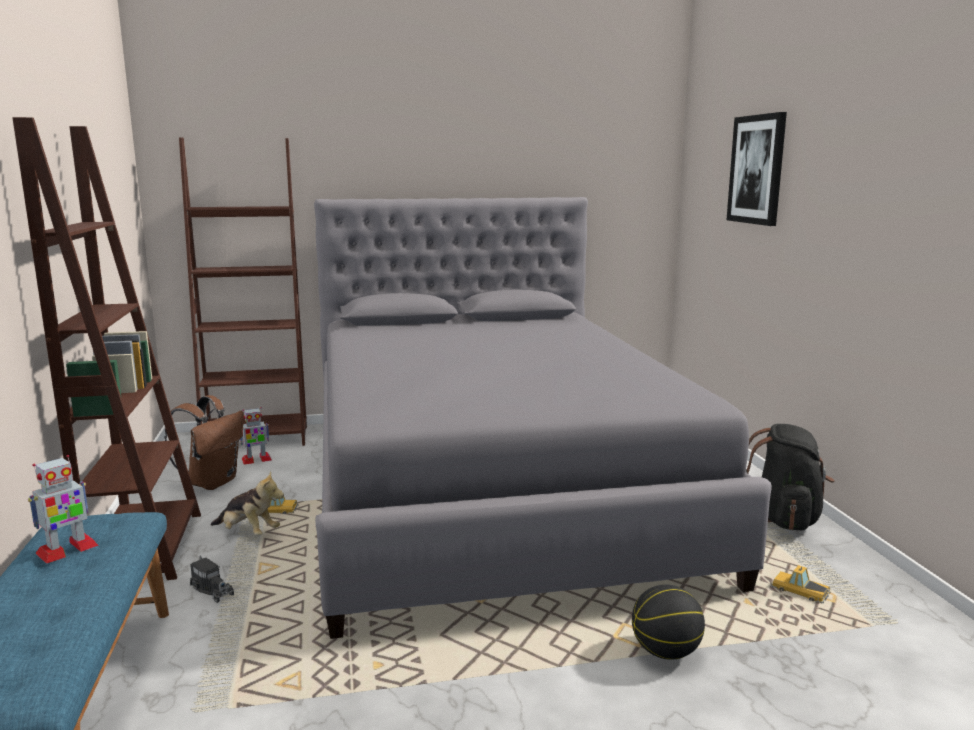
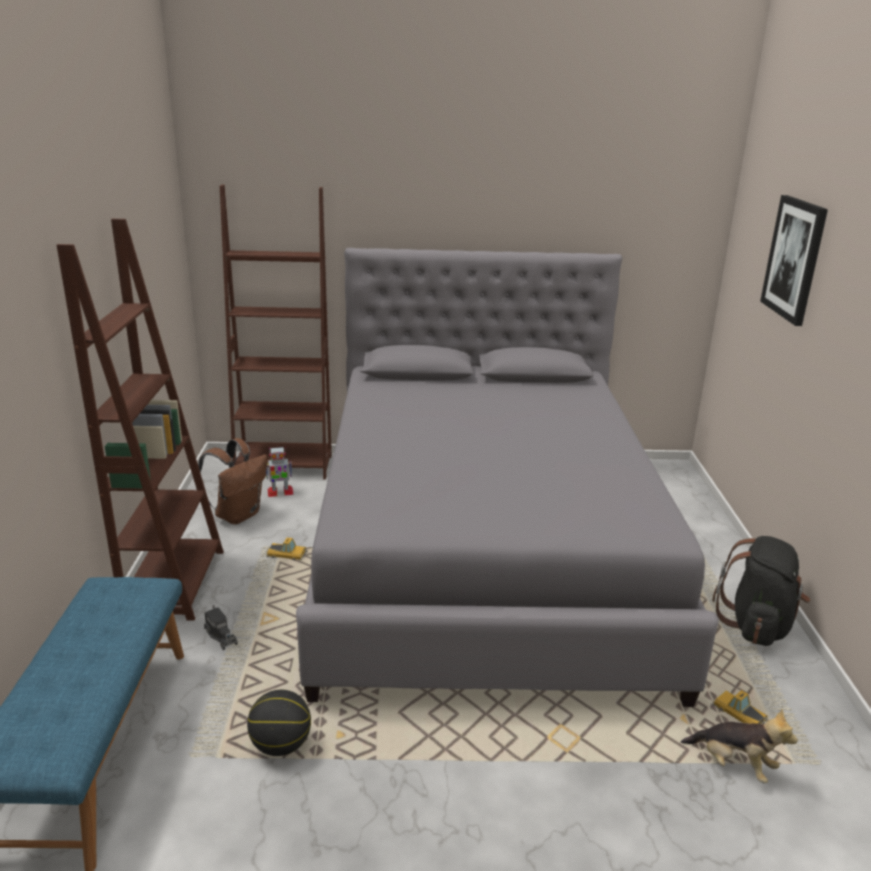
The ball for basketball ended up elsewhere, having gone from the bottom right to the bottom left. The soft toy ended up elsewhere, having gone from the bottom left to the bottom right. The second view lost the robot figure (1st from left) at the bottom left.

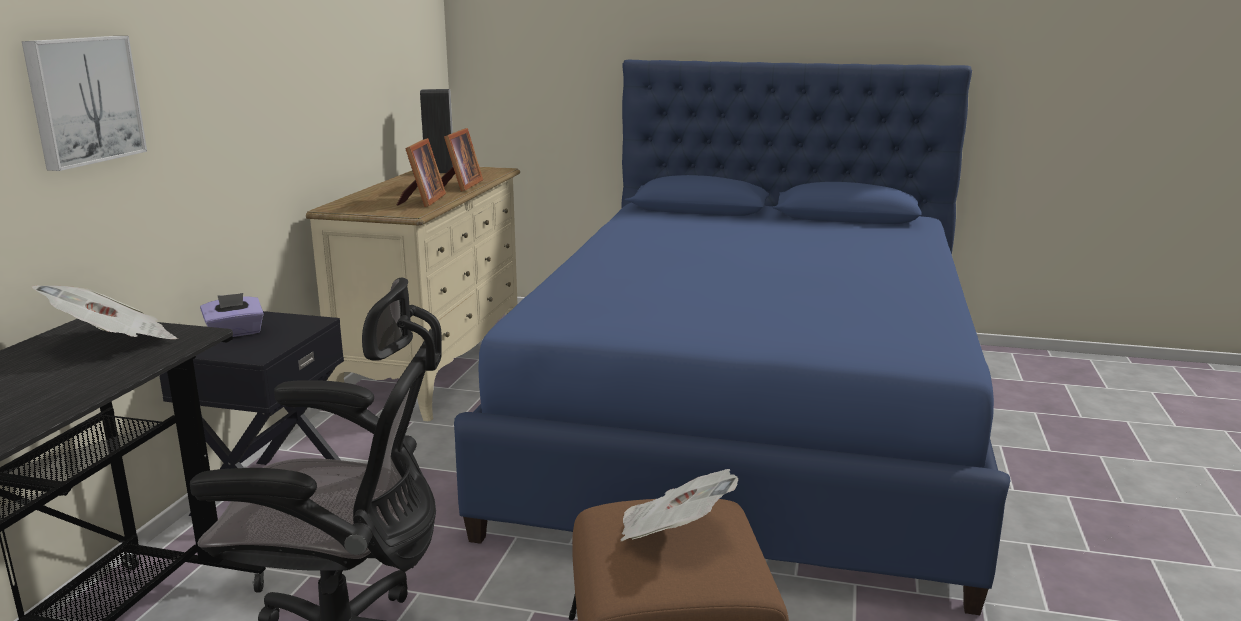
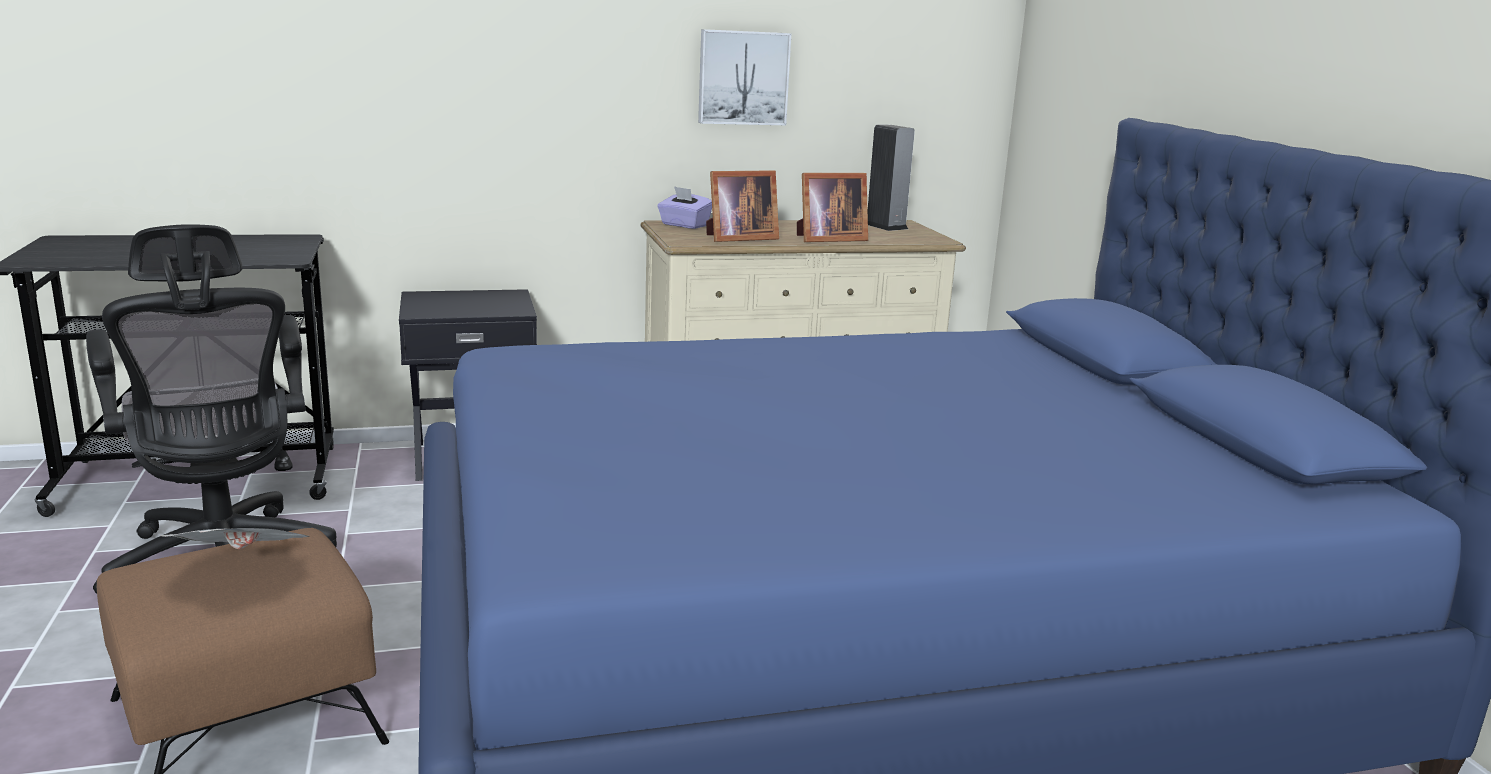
The purple tissue holder ended up elsewhere, having gone from the middle left to the top centre. The wall art ended up elsewhere, having gone from the top left to the top centre. The second view lost the daily paper (1st from left) at the middle left.

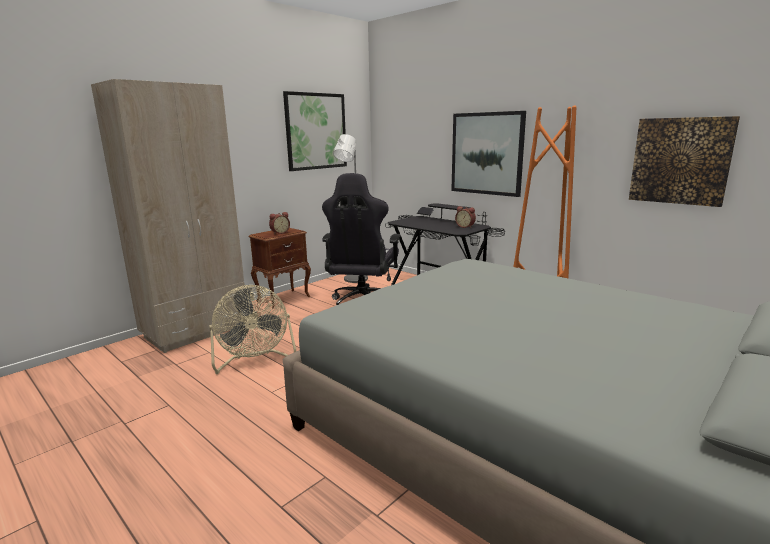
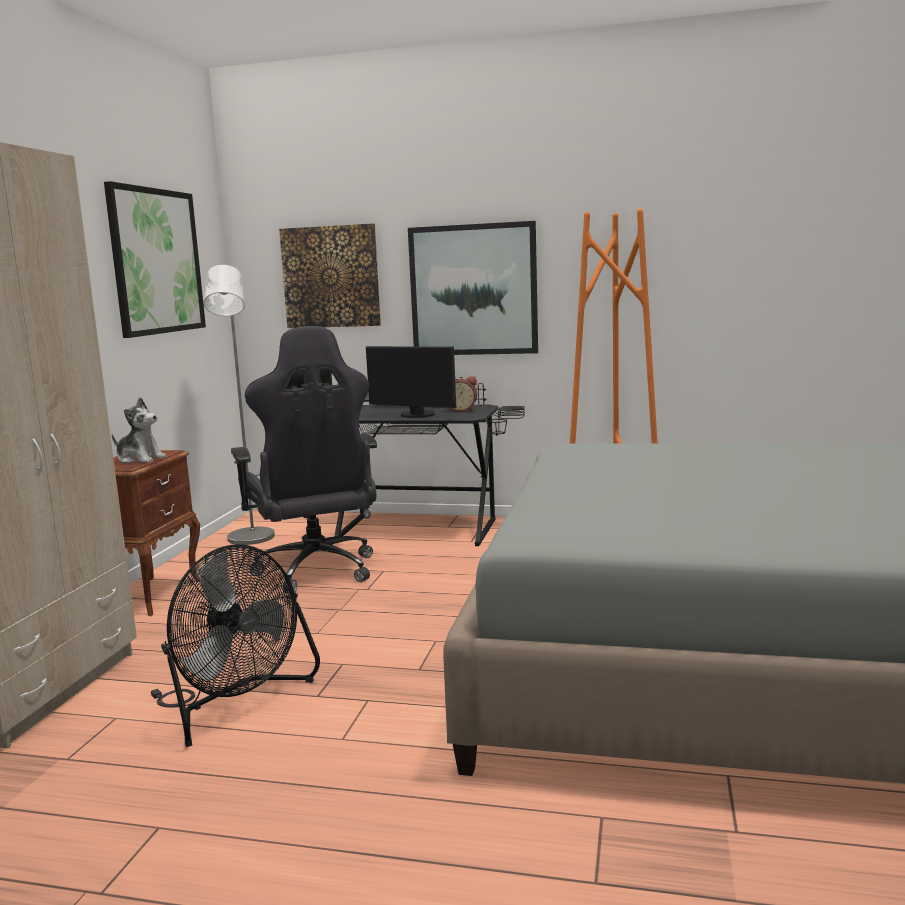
Where the table clock (1st from left) stood at the centre, the soft toy came to stand at the middle left. What was the beige-coloured electric fan at the middle left turned into the blackish electric fan at the bottom left. The wall art (3rd from left in the first image) ended up elsewhere, having gone from the top right to the top centre. The second view gained the computer display at the centre.

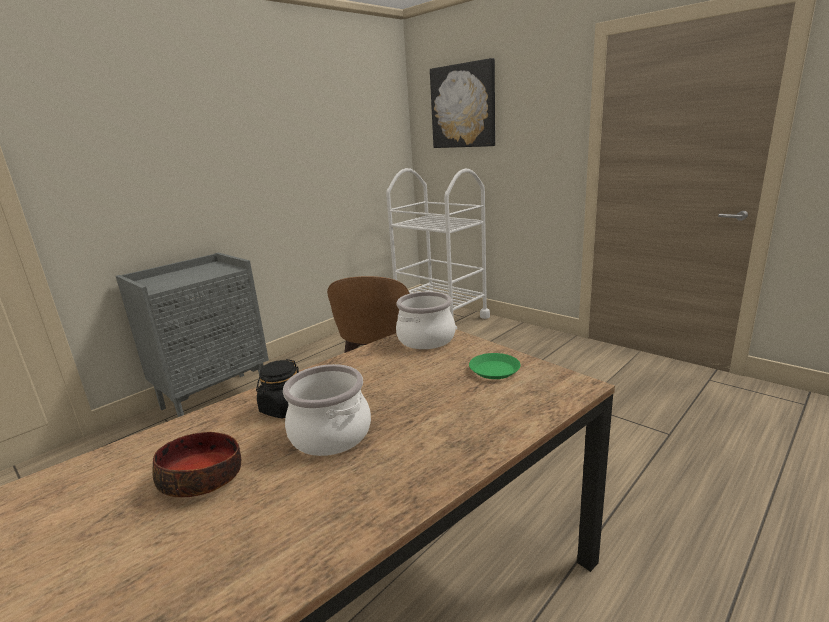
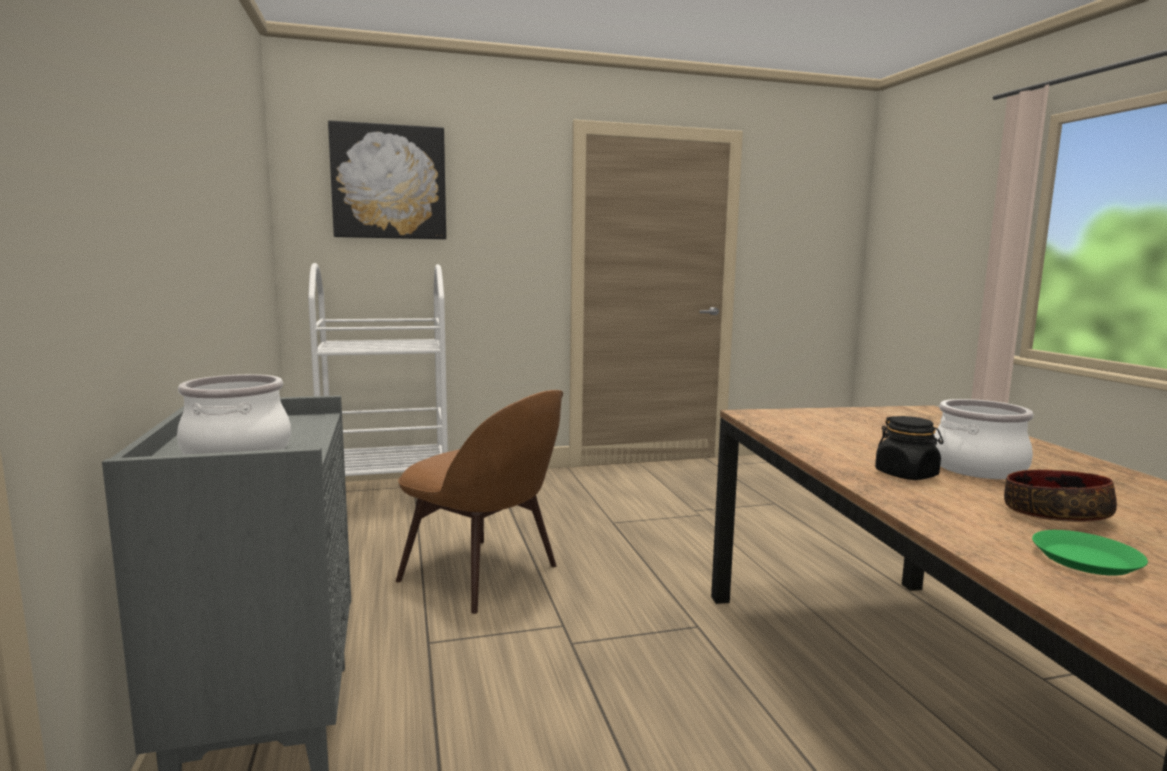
The saucepot (2nd from left in the first image) ended up elsewhere, having gone from the centre to the middle left. The greenish plate ended up elsewhere, having gone from the centre to the bottom right.

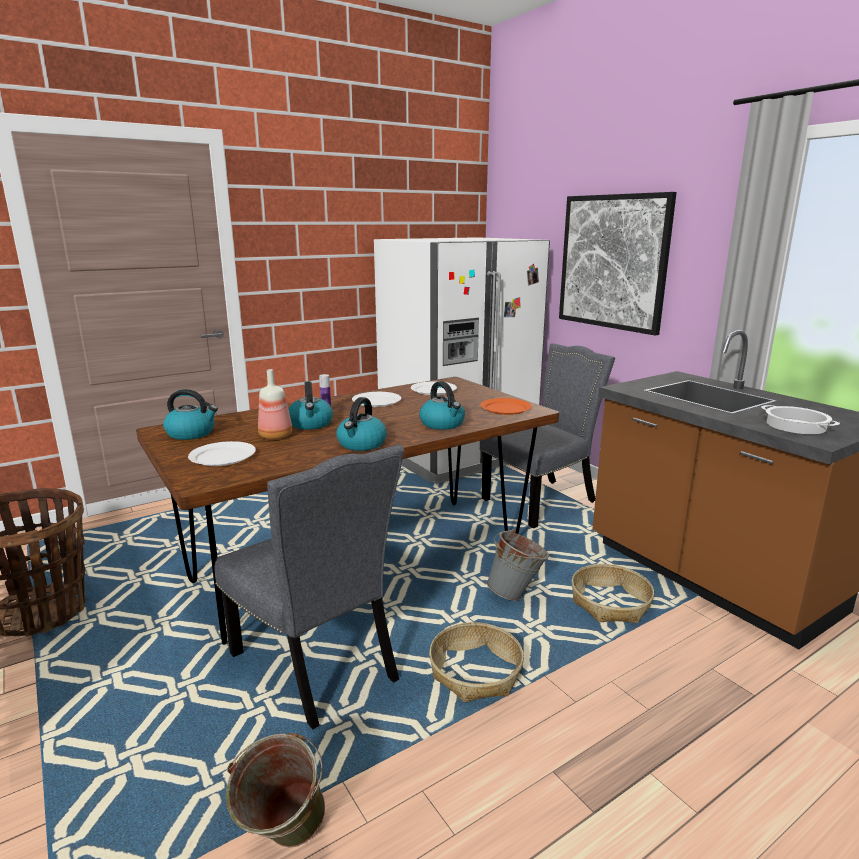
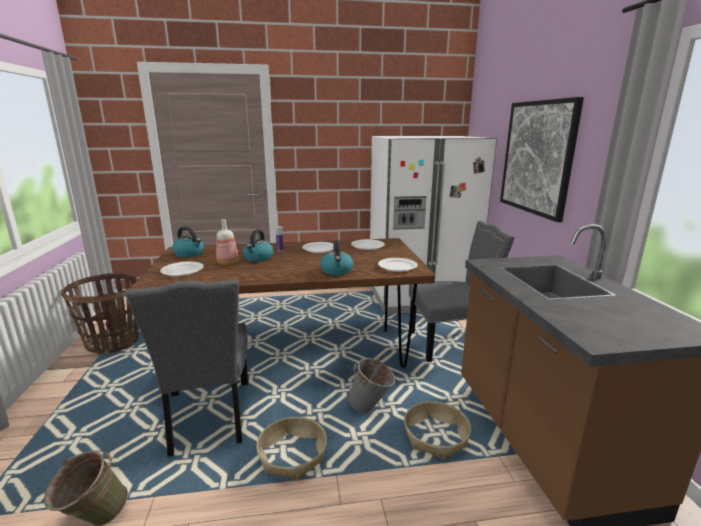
What was the orangey plate at the centre turned into the white-coloured plate (4th from left) at the centre. The second view lost the tea kettle (3rd from left) at the centre. The second view lost the saucepot at the middle right.

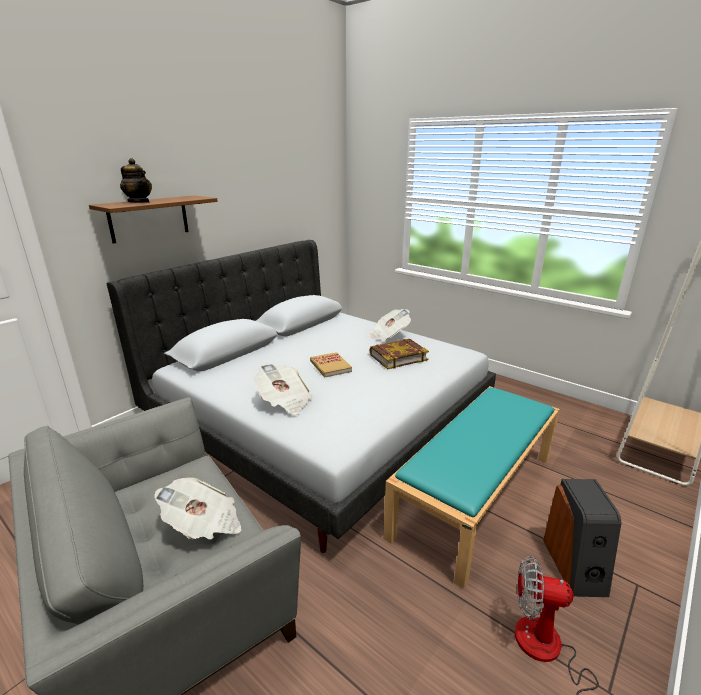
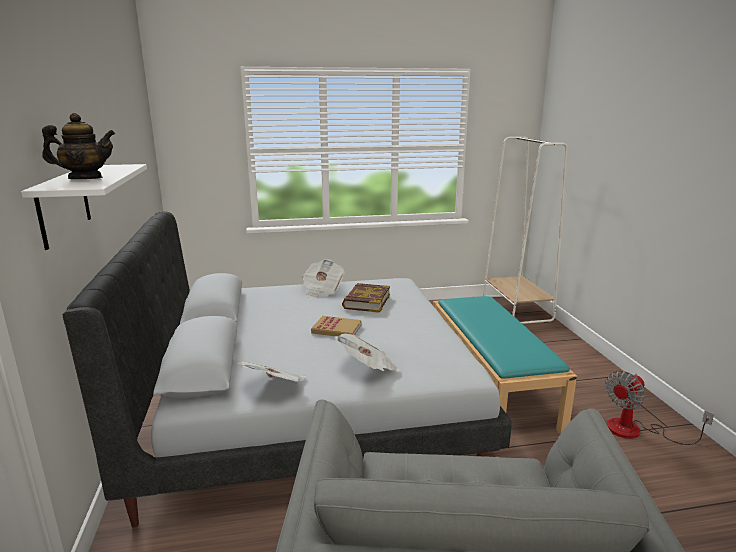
What was the brown wall shelf at the top left turned into the white-coloured wall shelf at the middle left. The daily paper (1st from left) ended up elsewhere, having gone from the bottom left to the bottom centre. The second view lost the speaker at the bottom right.

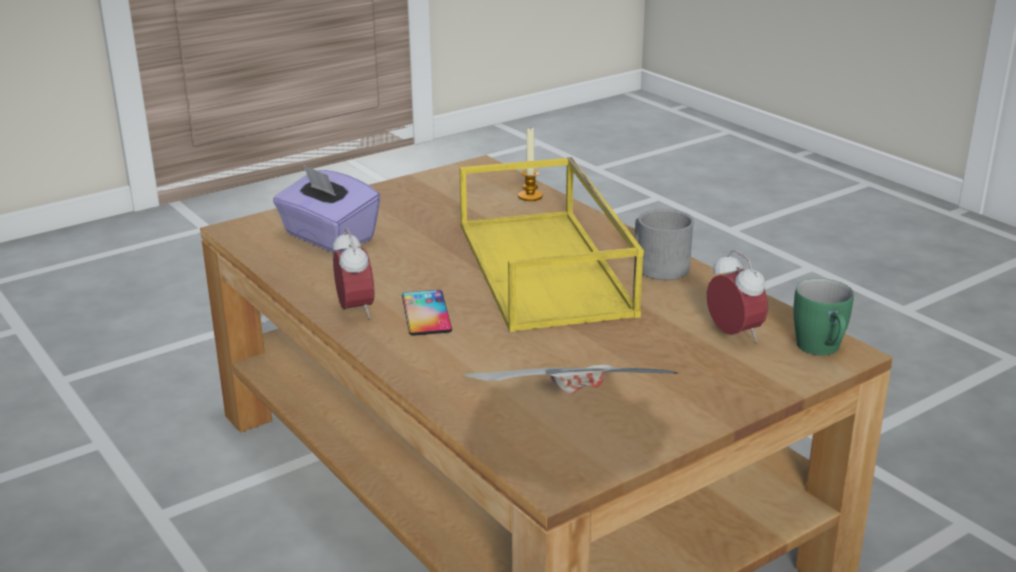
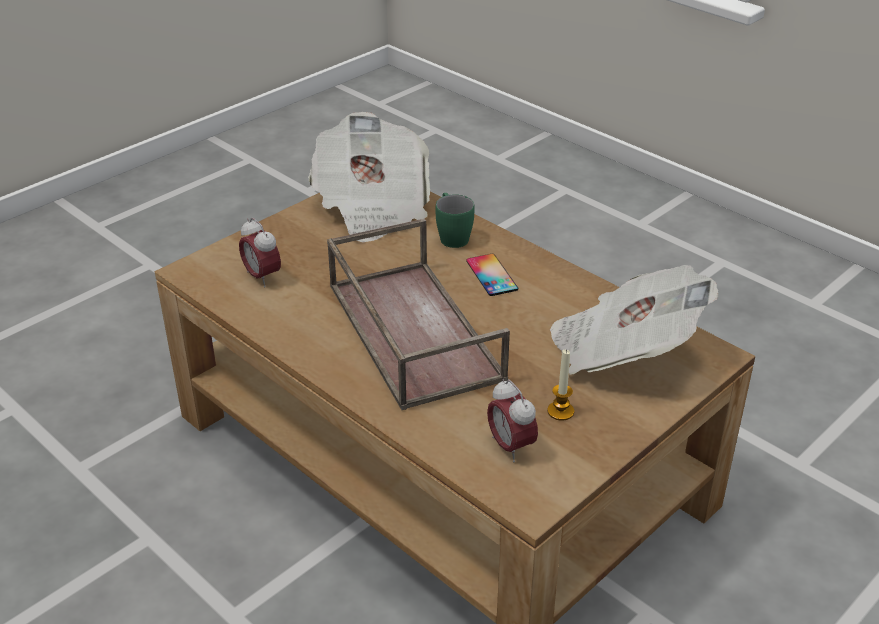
What was the yellow carrying tray at the centre turned into the brown carrying tray at the centre. The greenish coffee mug ended up elsewhere, having gone from the middle right to the centre. The table clock (1st from left in the first image) ended up elsewhere, having gone from the centre to the bottom centre. The wax candle ended up elsewhere, having gone from the top centre to the centre. Where the purple tissue holder stood at the middle left, the daily paper (2nd from left) came to stand at the middle right. The second view lost the greyish coffee mug at the centre.

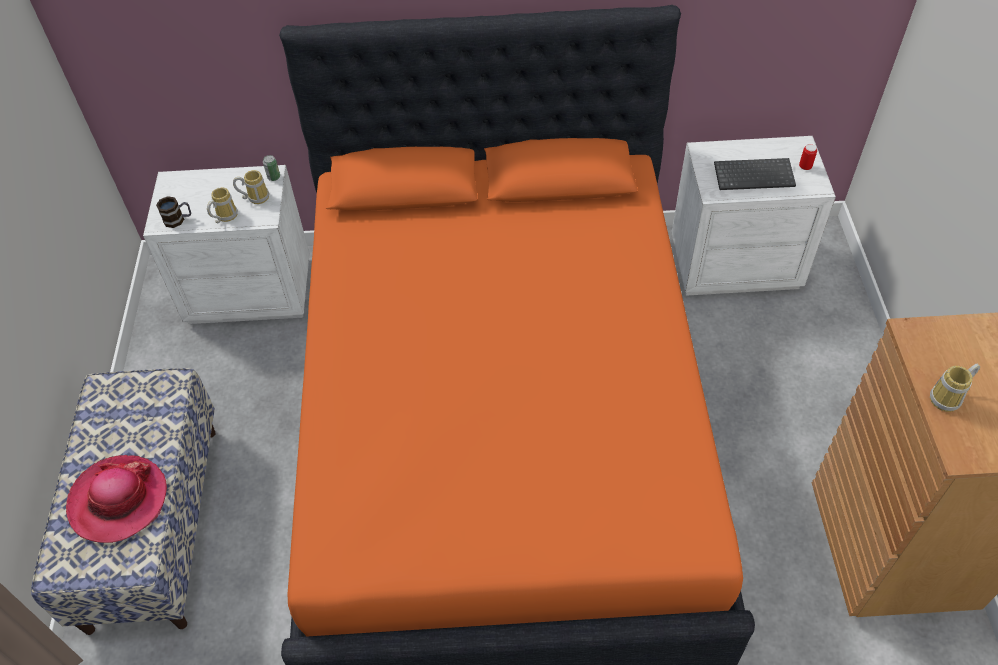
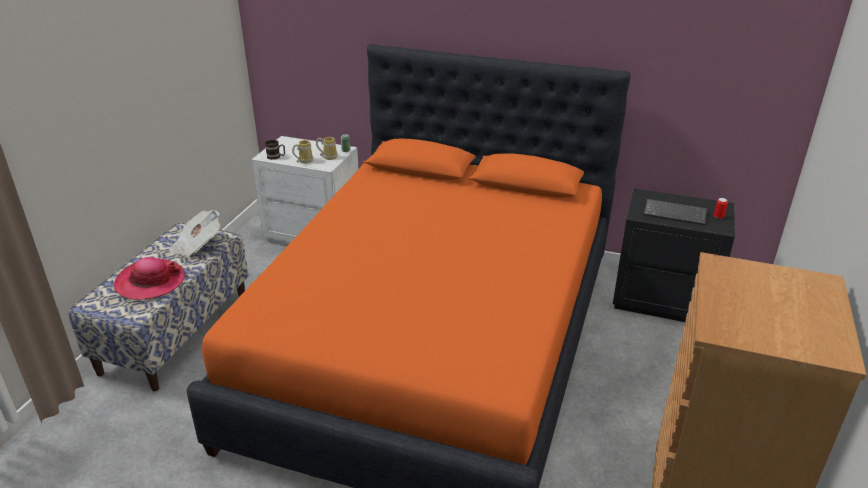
The second view gained the daily paper at the middle left. What was the white-coloured night table (2nd from left) at the top right turned into the blackish night table at the middle right. The second view lost the coffee mug (4th from left) at the middle right.

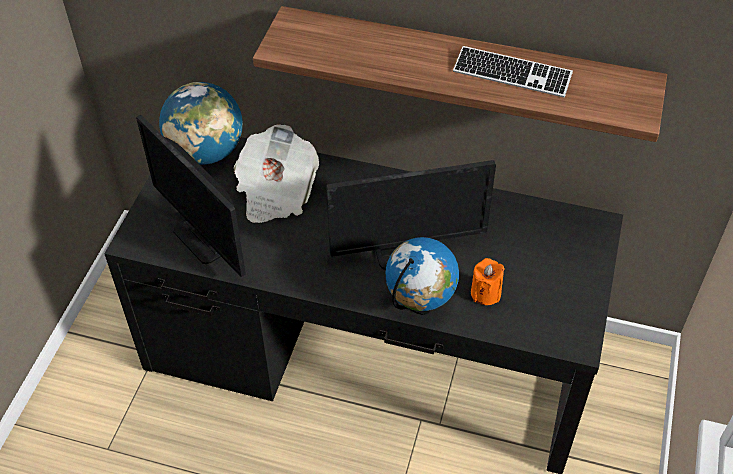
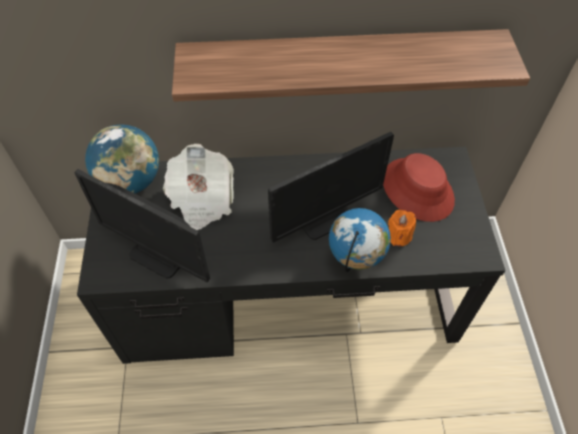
The second view gained the reddish hat at the middle right. The second view lost the computer keyboard at the top right.

